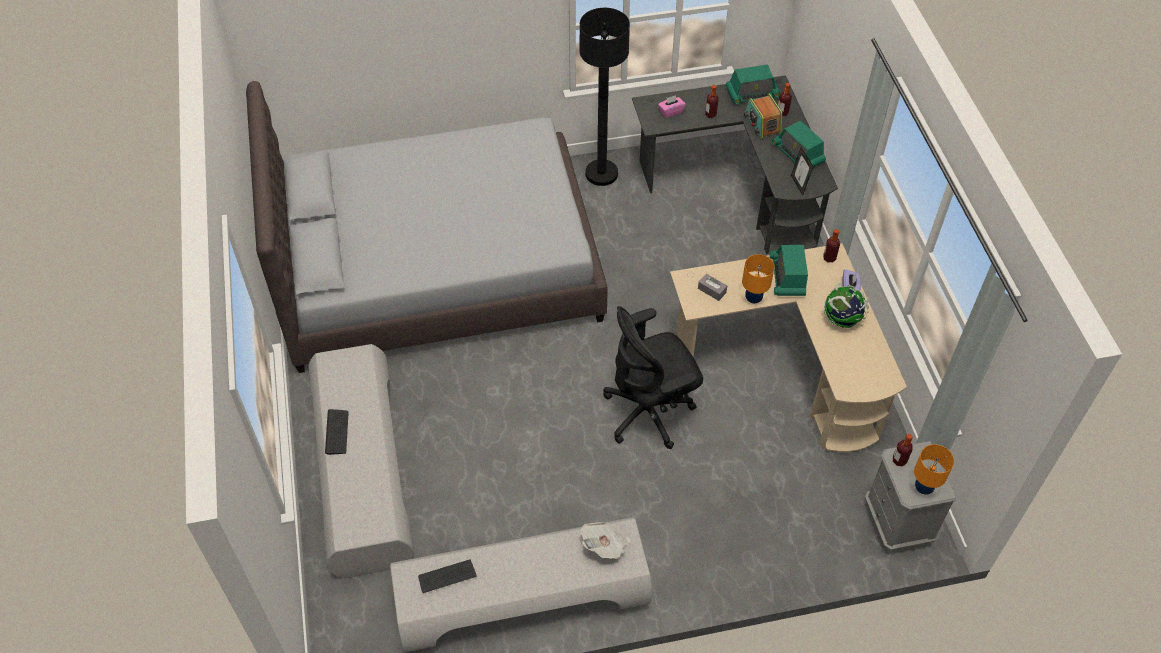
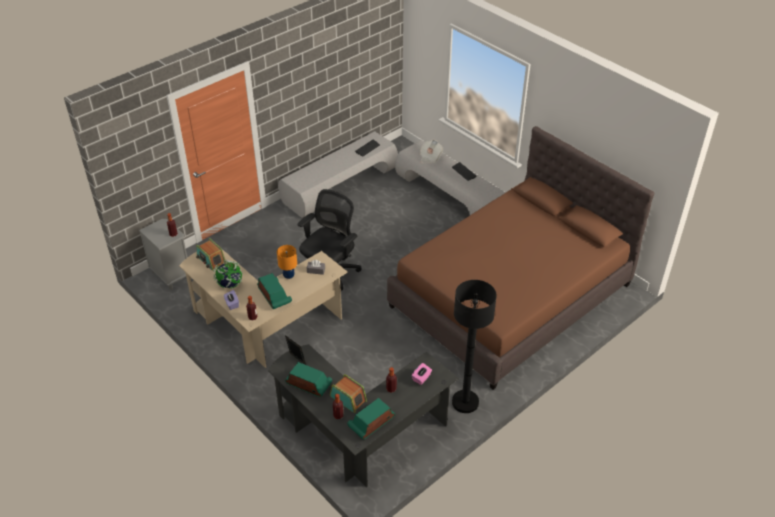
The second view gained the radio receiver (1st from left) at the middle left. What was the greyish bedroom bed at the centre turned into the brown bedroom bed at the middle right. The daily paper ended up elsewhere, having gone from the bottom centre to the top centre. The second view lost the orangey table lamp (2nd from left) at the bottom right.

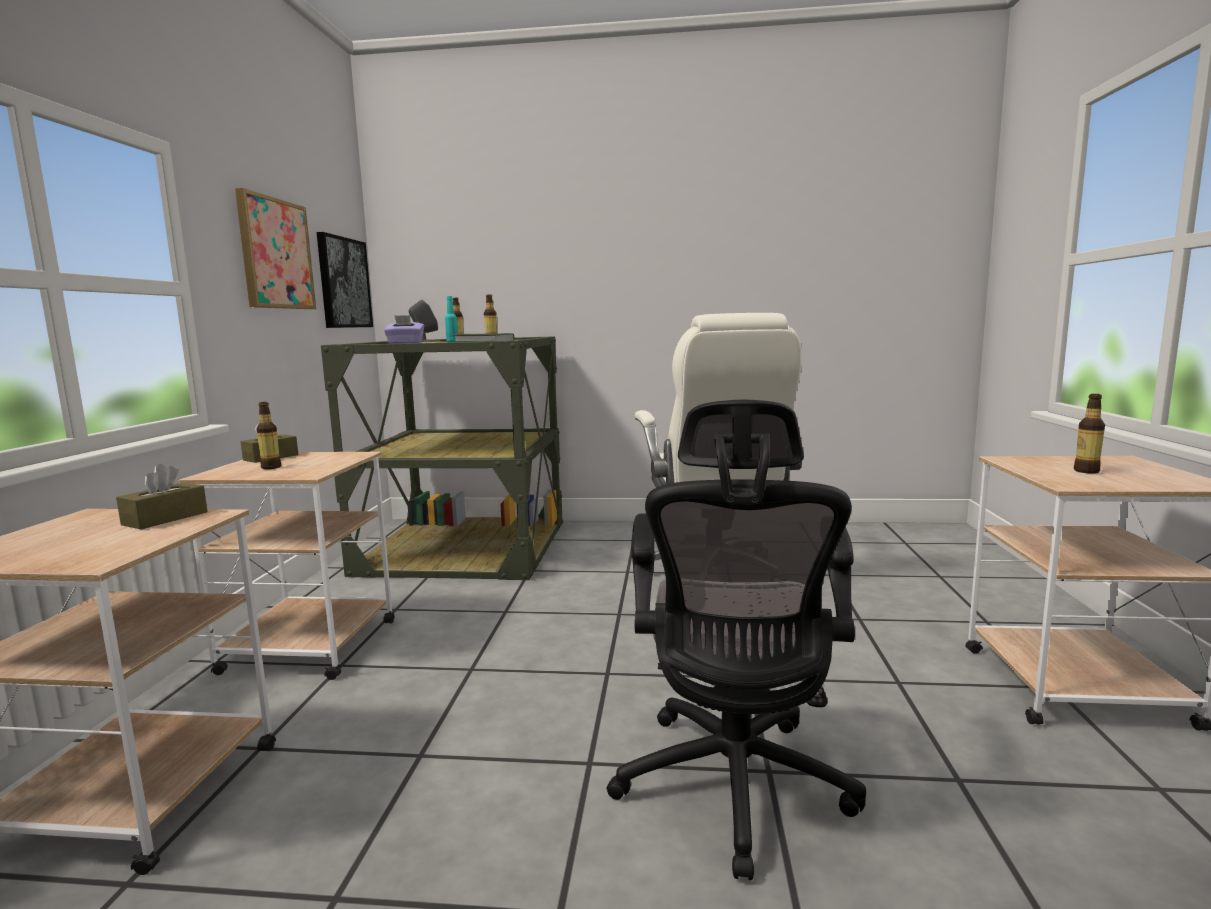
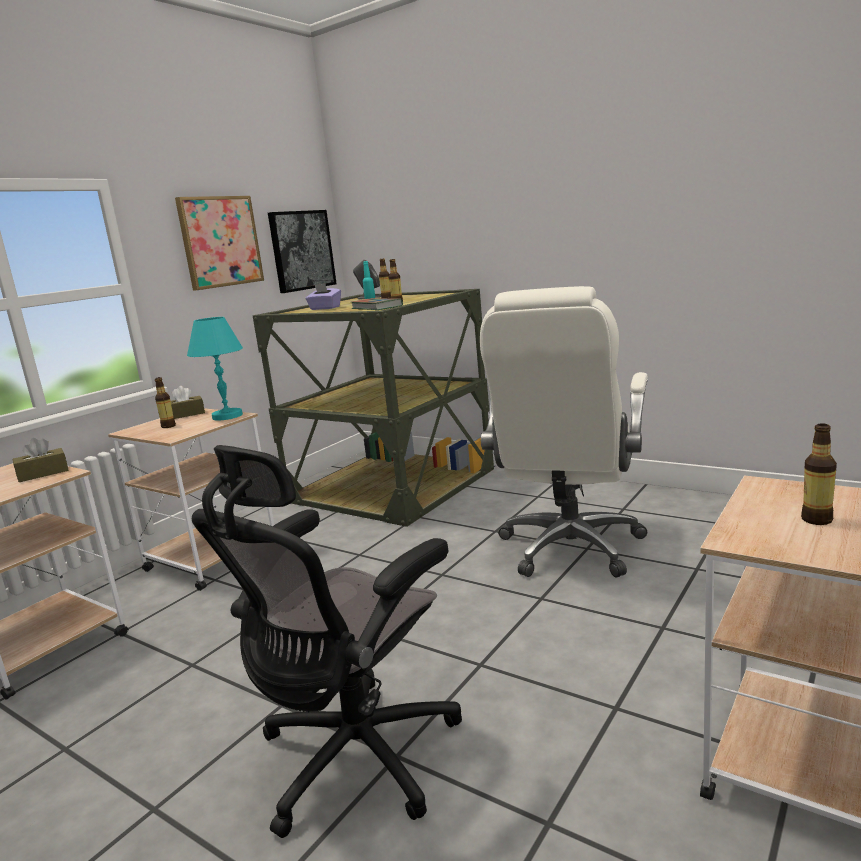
The second view gained the turquoise table lamp at the middle left.

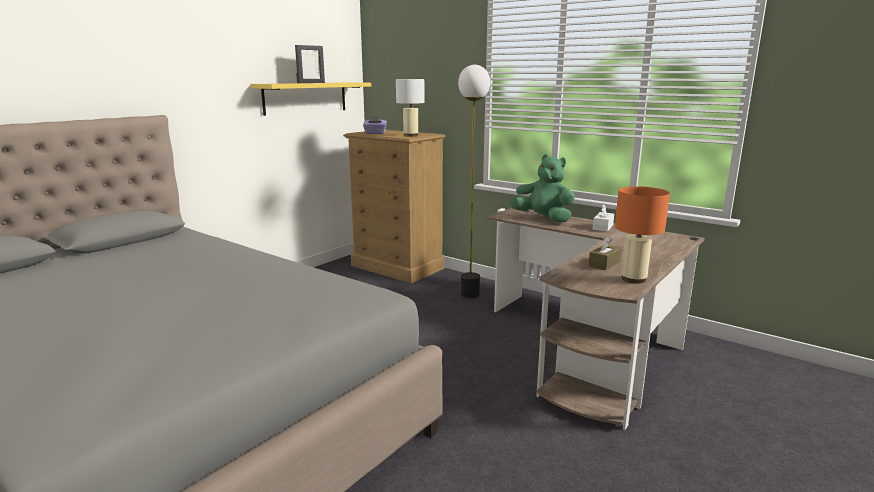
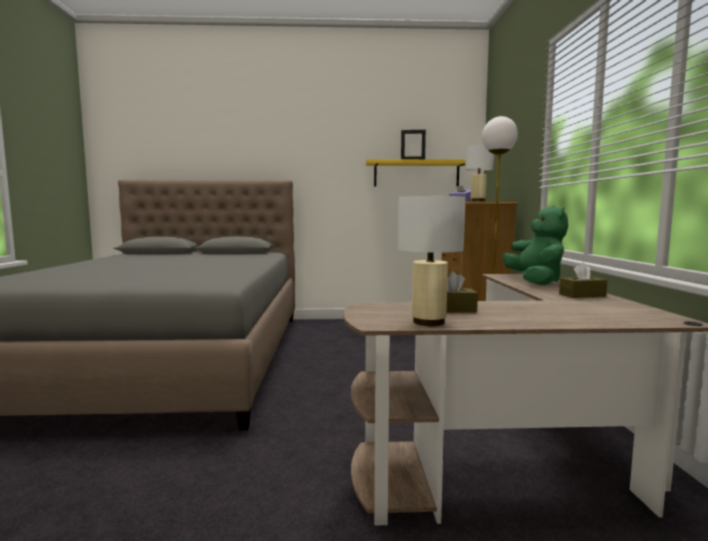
What was the orangey table lamp at the middle right turned into the white-coloured table lamp (1st from left) at the centre. What was the white-coloured tissue holder at the middle right turned into the brown tissue holder (2nd from left) at the middle right.

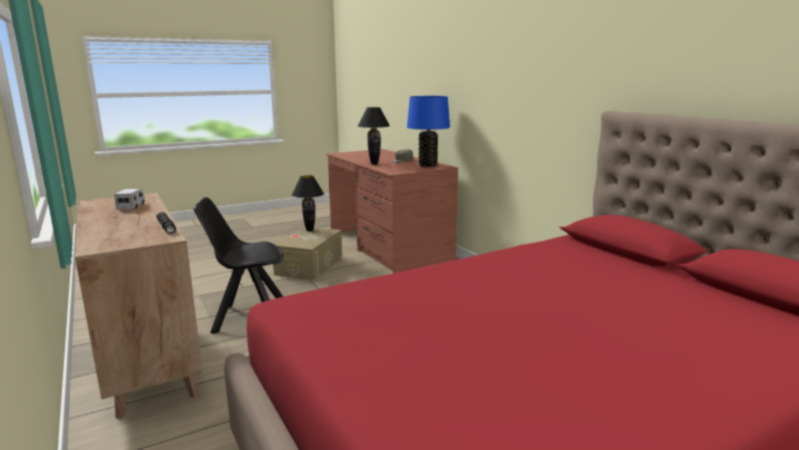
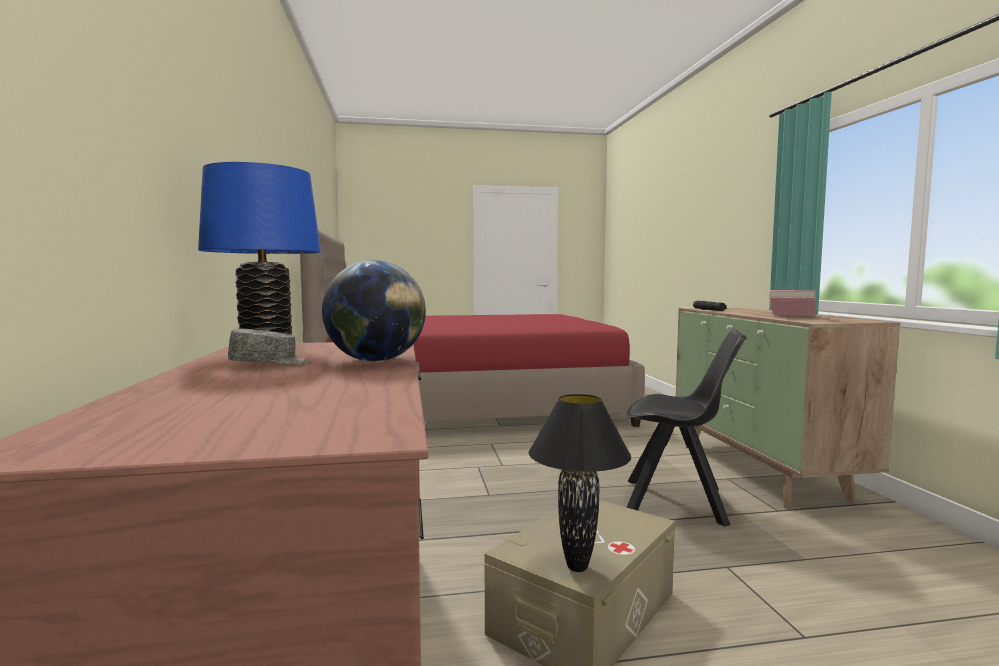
Where the blackish table lamp (2nd from left) stood at the top centre, the globe came to stand at the centre. Where the toy truck stood at the middle left, the pink bound book came to stand at the middle right.

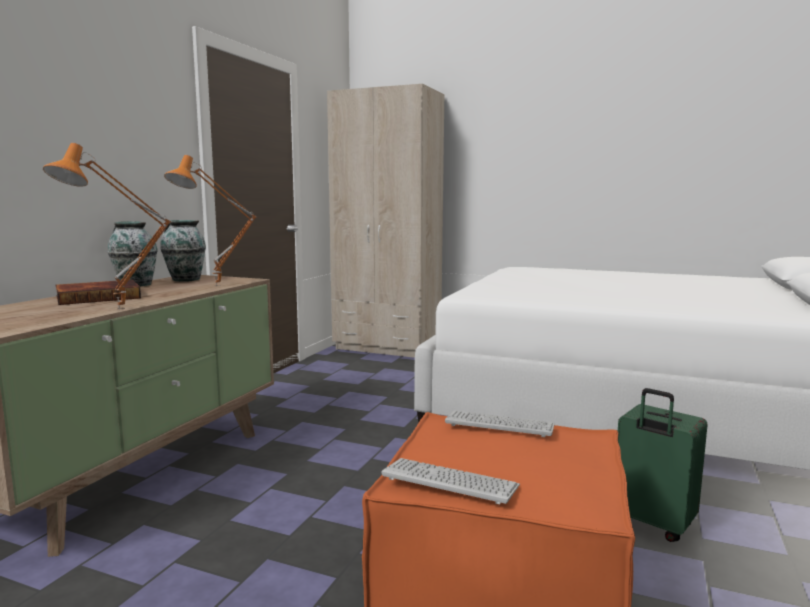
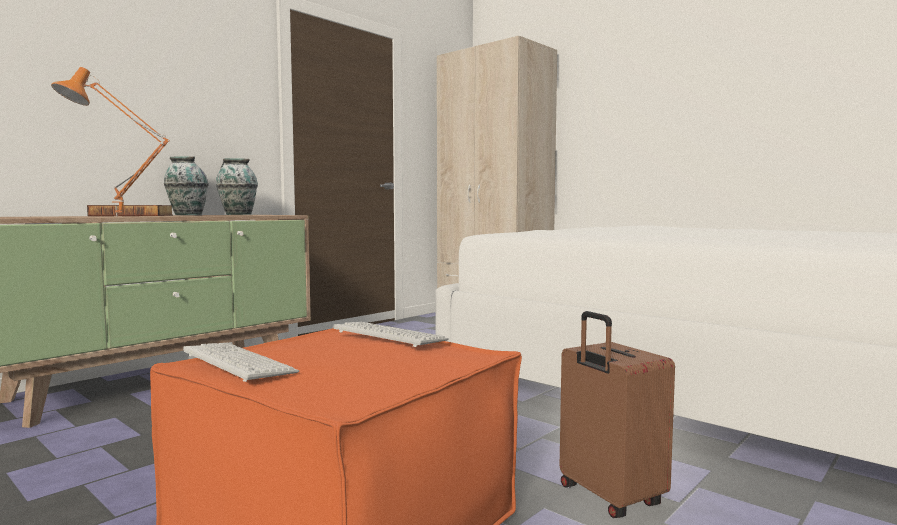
What was the greenish travel case at the bottom right turned into the brown travel case at the bottom right. The second view lost the orangey table lamp (2nd from left) at the middle left.

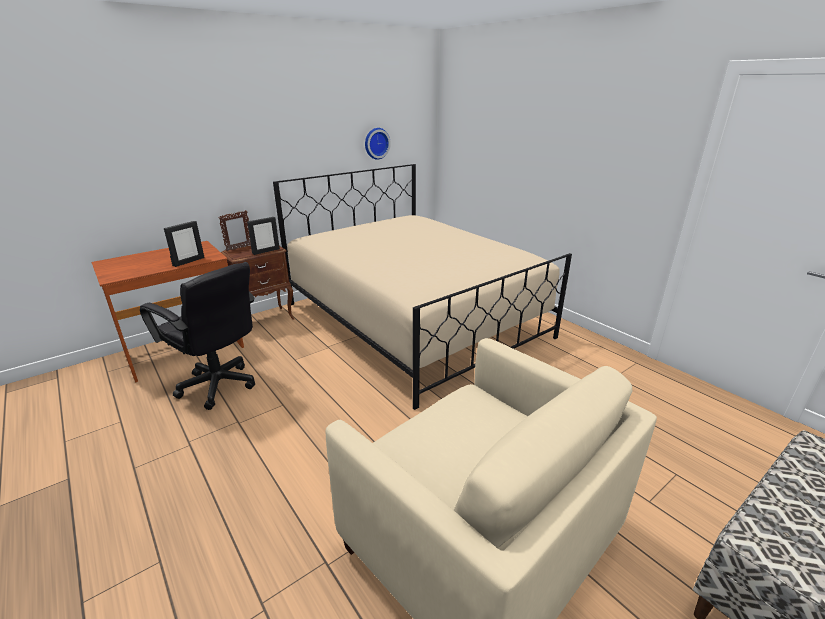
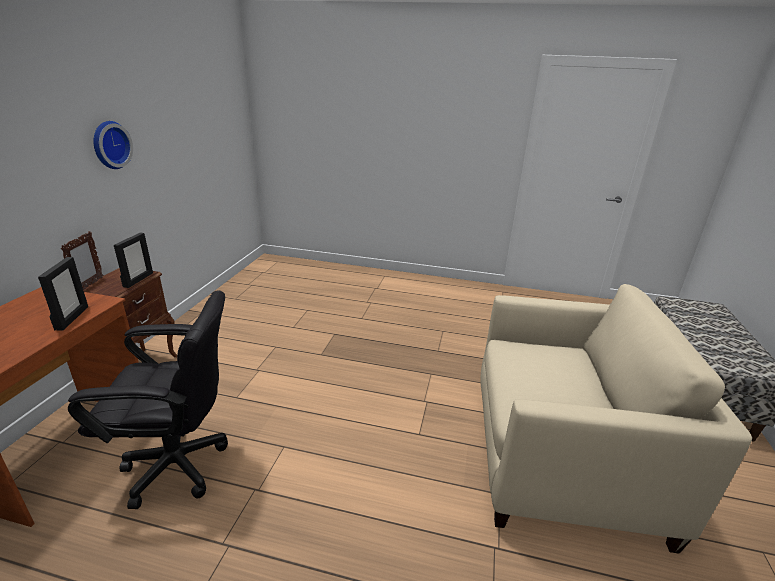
The hanging clock ended up elsewhere, having gone from the top centre to the top left. The second view lost the beige-coloured bedroom bed at the centre.

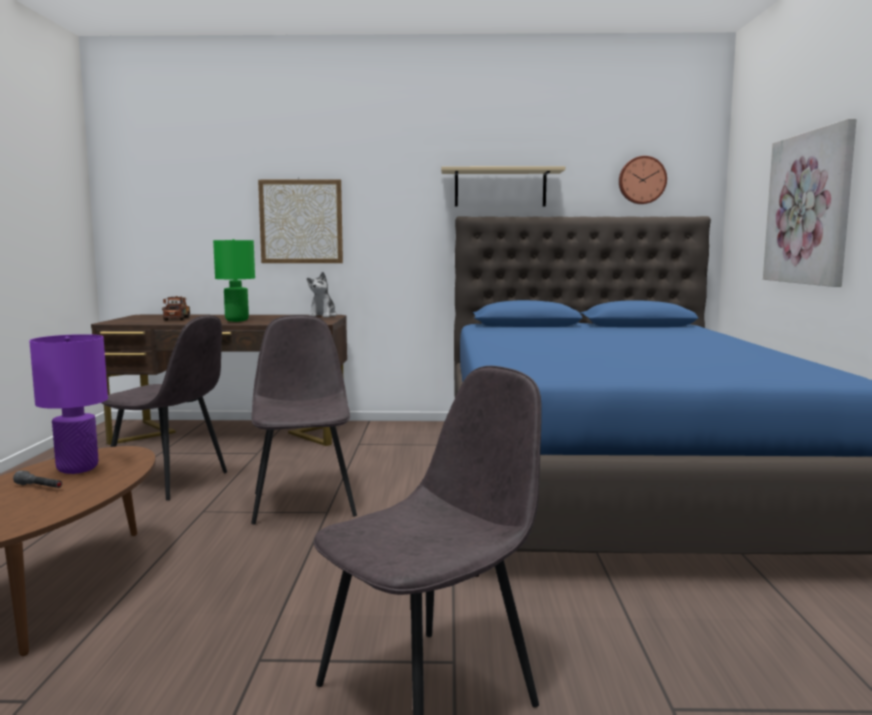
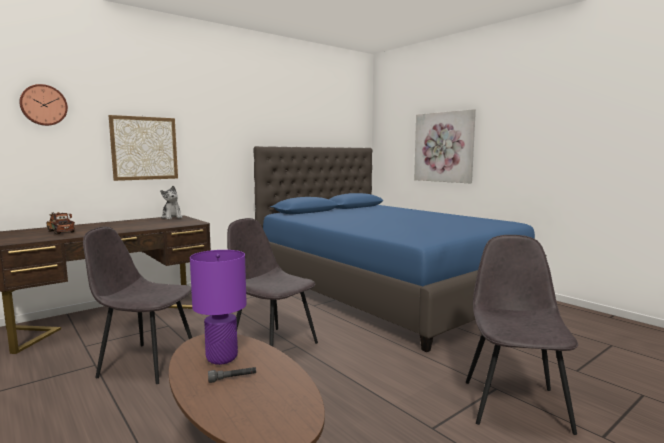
The hanging clock ended up elsewhere, having gone from the top right to the top left. The greyish plain chair (1st from left) at the middle left ended up facing another way, 150 degrees counterclockwise from before. The second view lost the greenish table lamp at the middle left. The second view lost the beige-coloured wall shelf at the top centre.

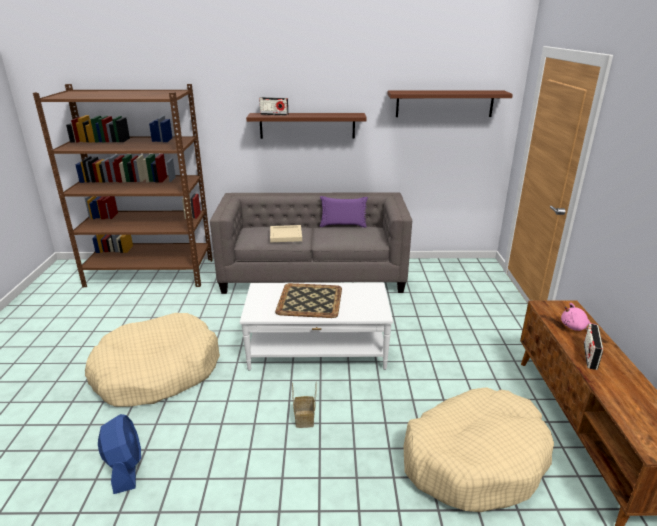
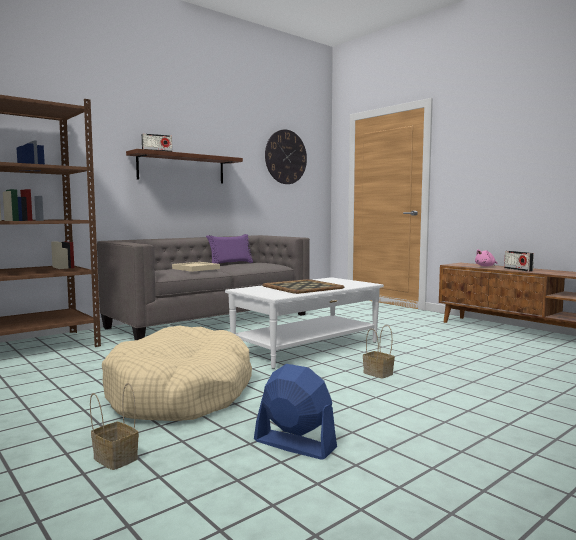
The second view gained the household basket (1st from left) at the bottom left. Where the brown wall shelf (2nd from left) hung at the top right, the hanging clock came to hang at the top centre. The second view lost the beige-coloured pet bed (2nd from left) at the bottom right.

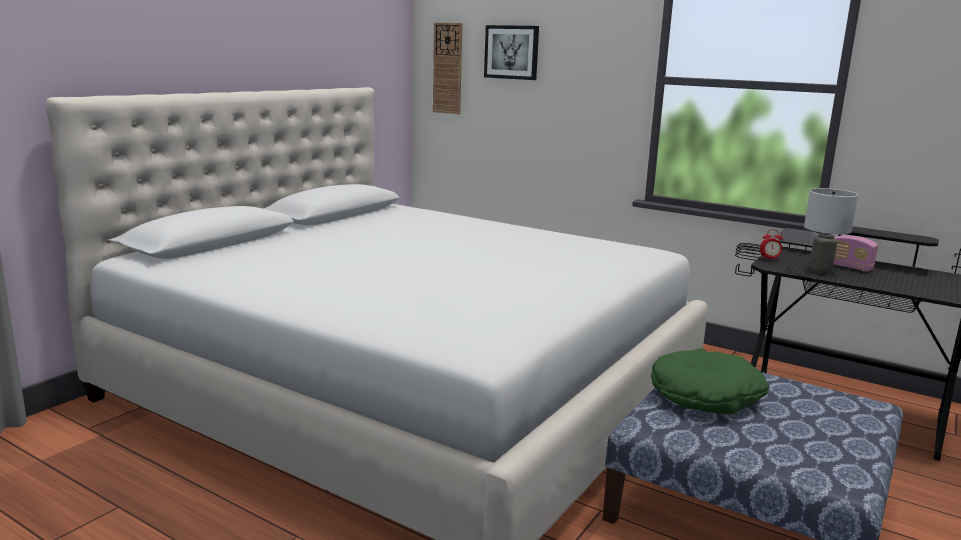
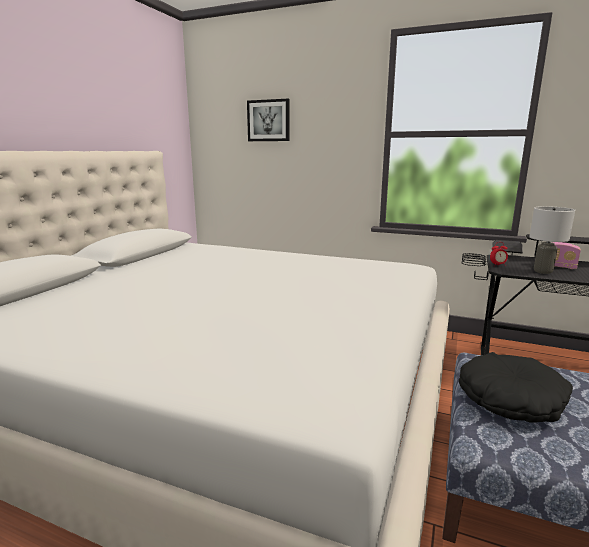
What was the greenish pillow at the bottom right turned into the blackish pillow at the bottom right. The second view lost the hanging clock at the top centre.

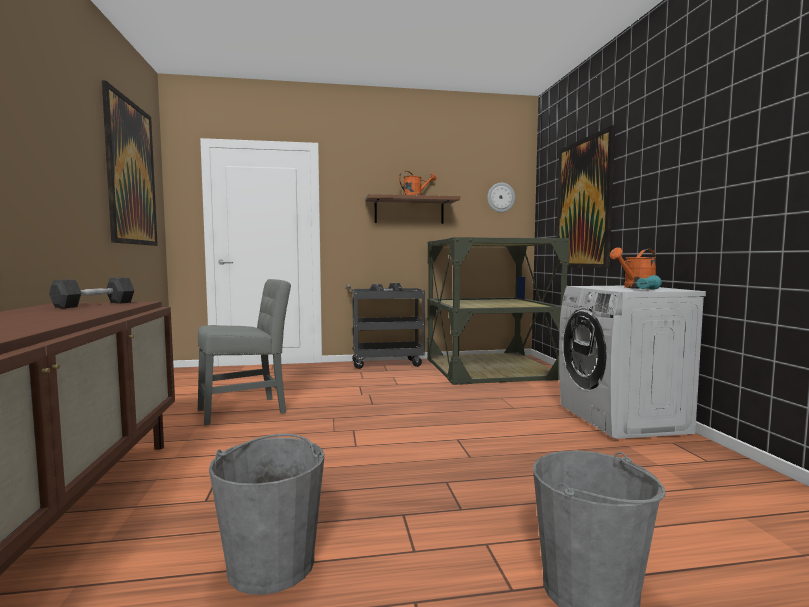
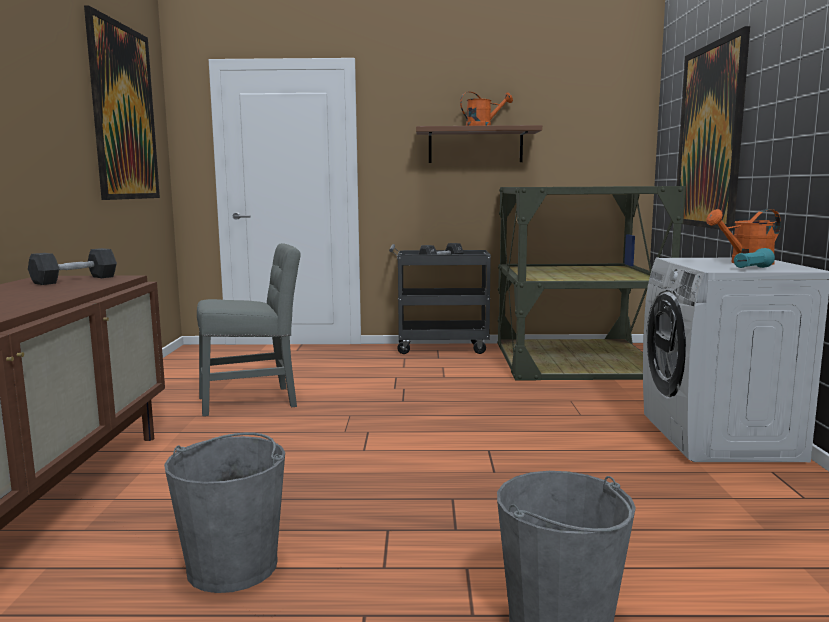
The second view lost the hanging clock at the top centre.

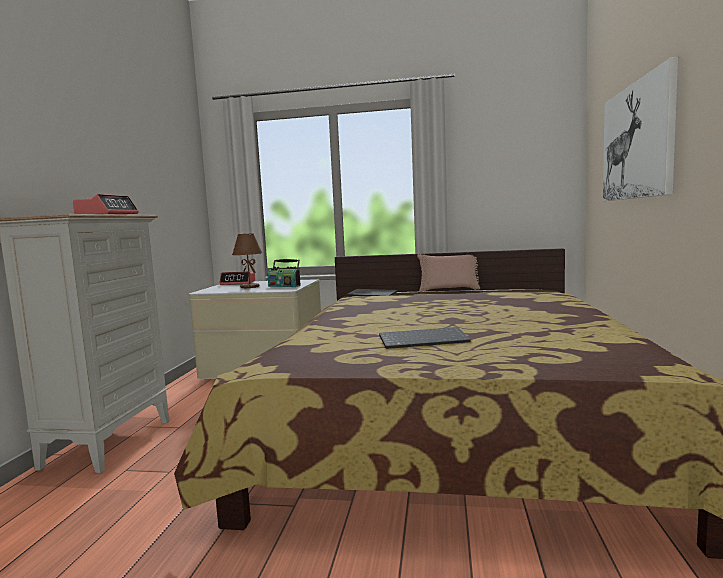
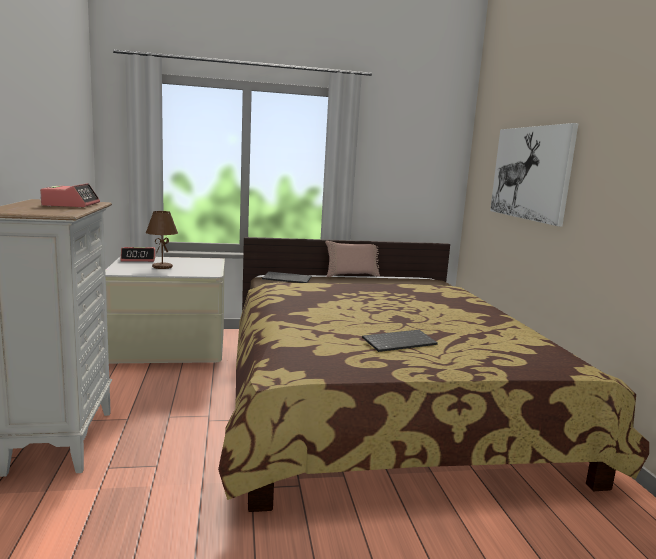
The second view lost the radio receiver at the centre.

